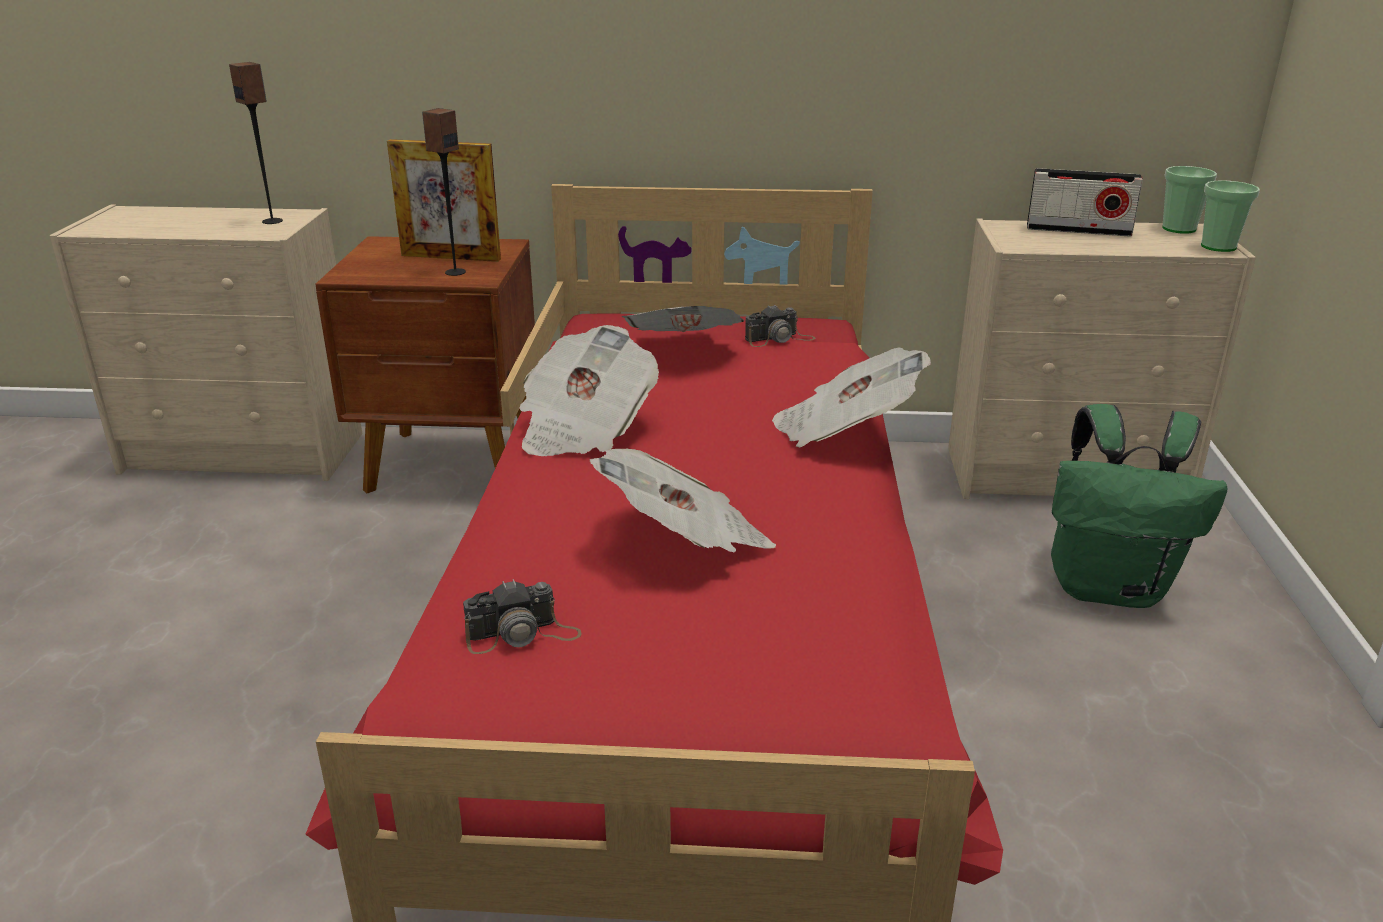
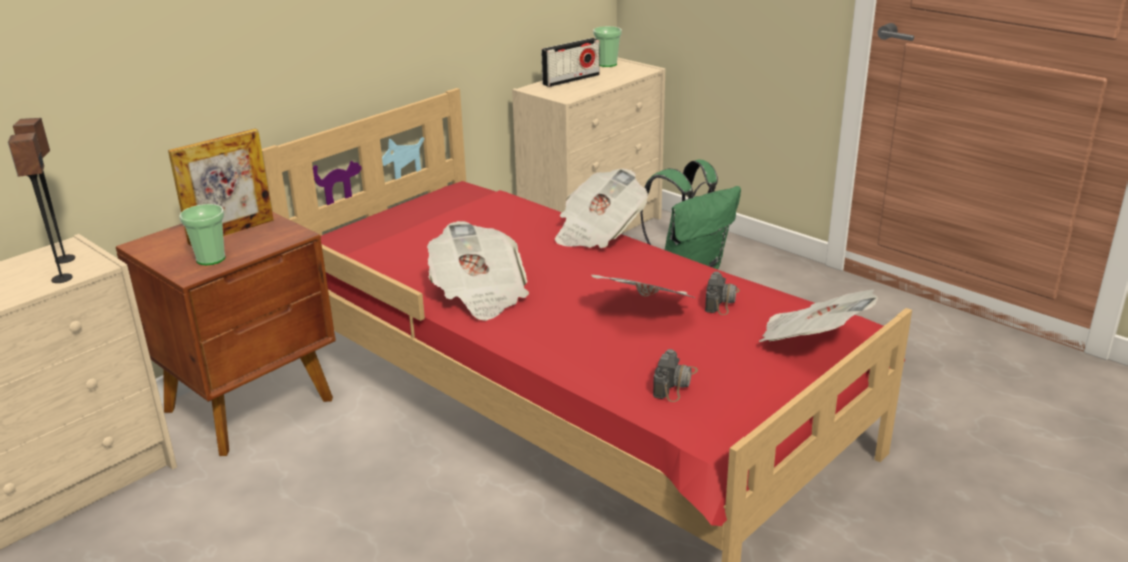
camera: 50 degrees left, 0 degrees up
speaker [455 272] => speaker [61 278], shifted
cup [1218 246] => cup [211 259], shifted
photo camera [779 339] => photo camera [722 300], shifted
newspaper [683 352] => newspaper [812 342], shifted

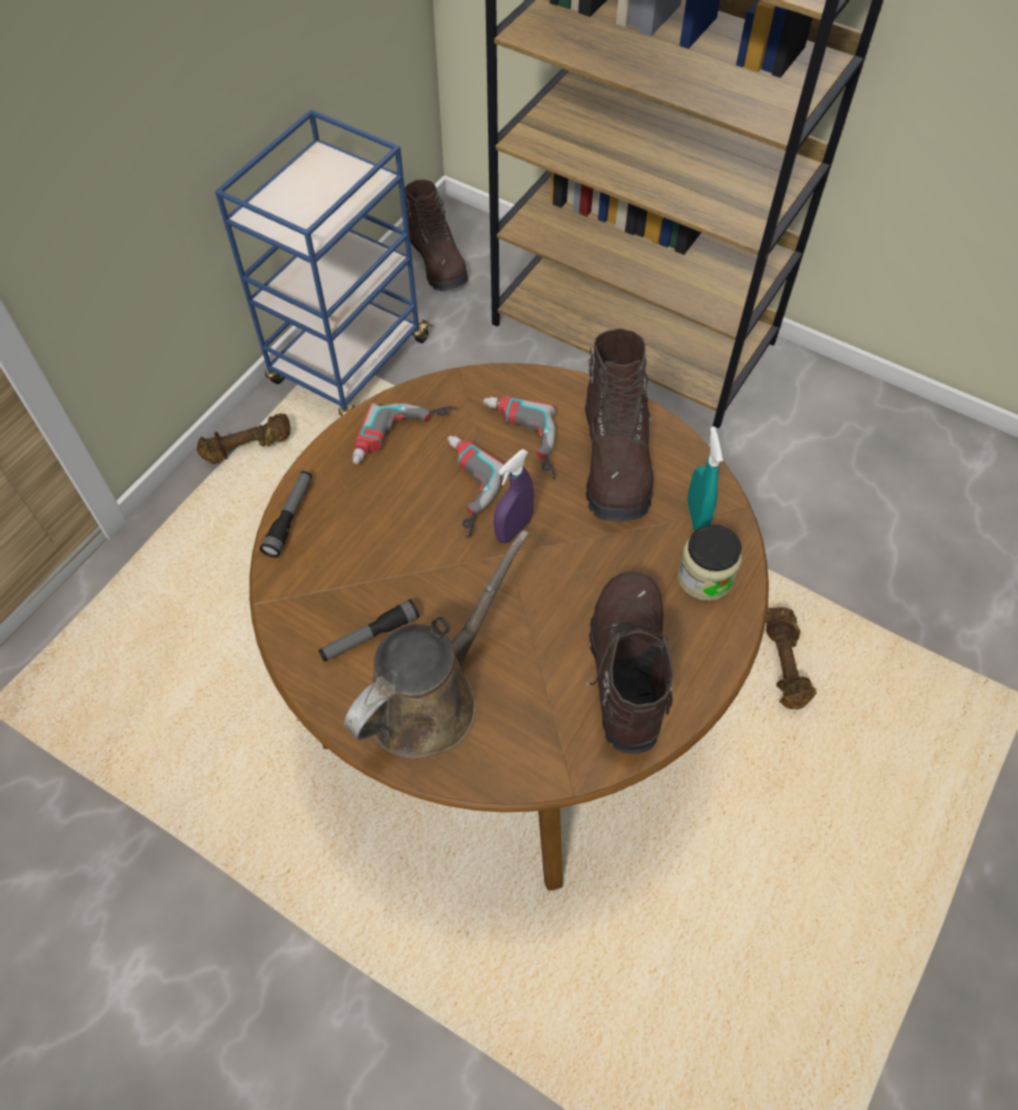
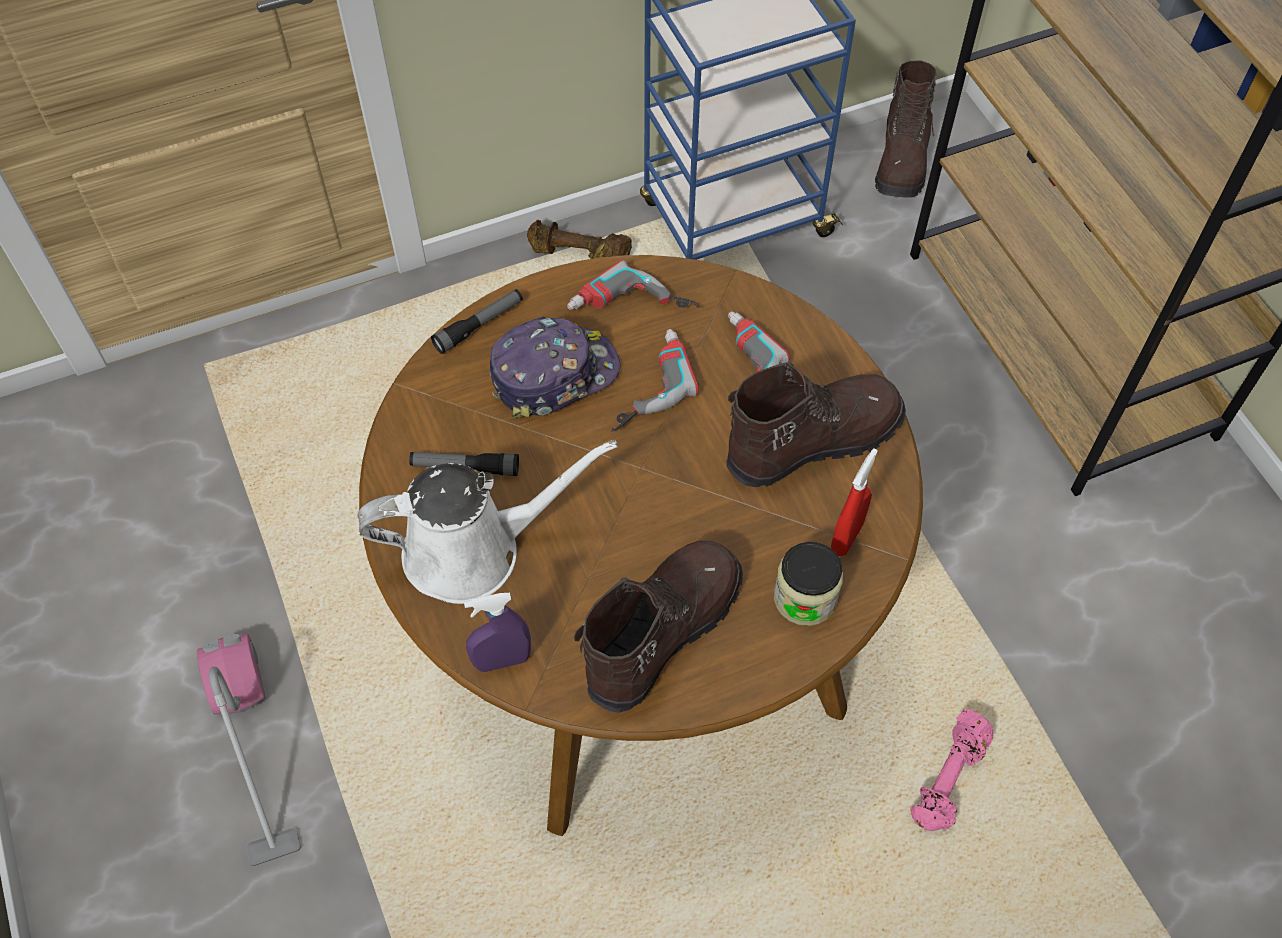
camera: 35 degrees right, 0 degrees up
boot (brown) [616 461] => boot (brown) [811 441], 150 degrees counterclockwise
spray bottle (turquoise) [696 515] => spray bottle (red) [847 537]
spray bottle (purple) [513 529] => spray bottle (purple) [502 661], shifted
watering can (brown) [430 697] => watering can (white) [473 550]
dumbbell (brown) [785 664] => dumbbell (pink) [950 779]
nothing => cap [553 374]
nothing => vacuum cleaner [251 749]

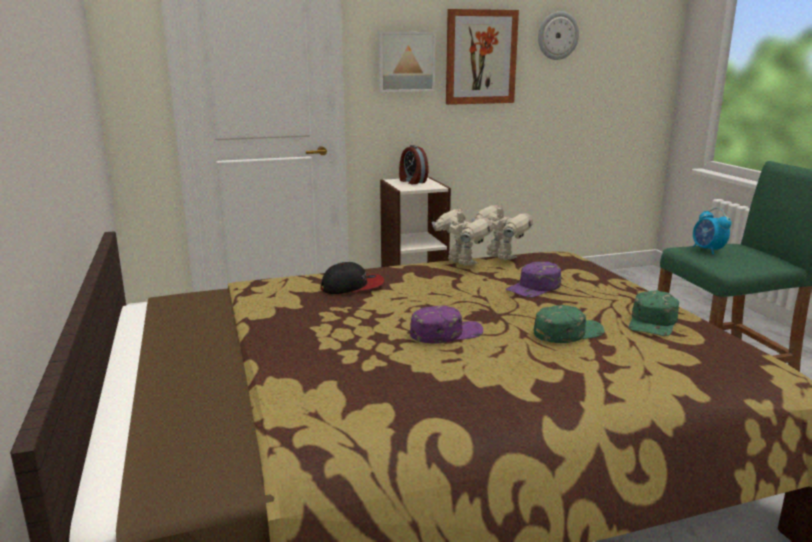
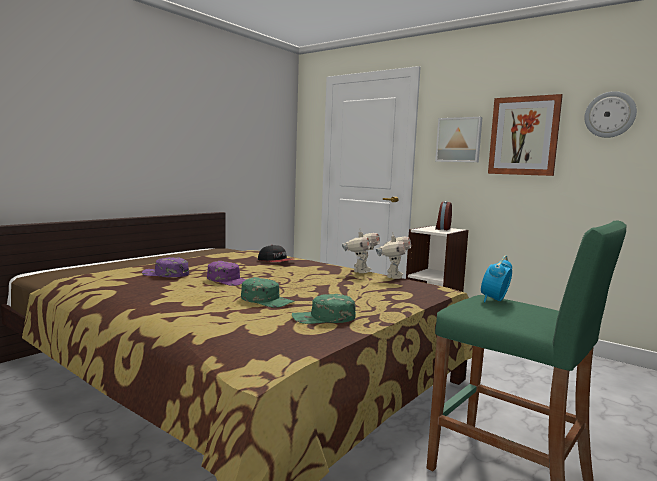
camera: 55 degrees right, 10 degrees down
cap (purple) [534 288] => cap (purple) [165 274], shifted

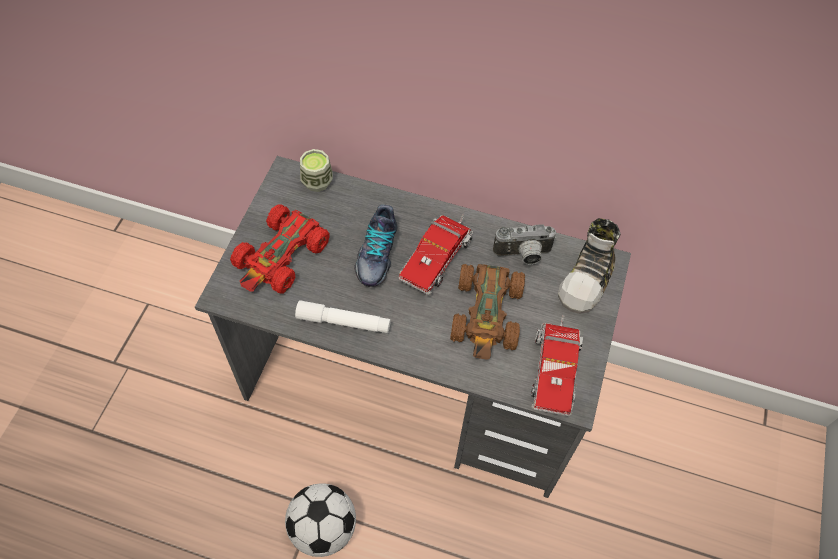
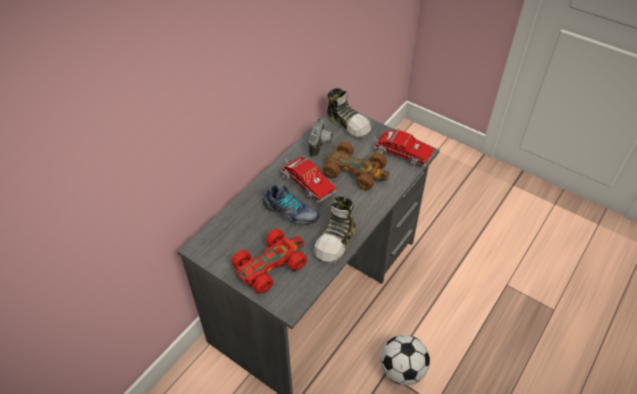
camera: 70 degrees left, 10 degrees down
cup [317 181] => nothing
toy car (red) [281 256] => toy car (red) [270 265], 90 degrees counterclockwise
flashlight (white) [343 322] => shoe [336 241]

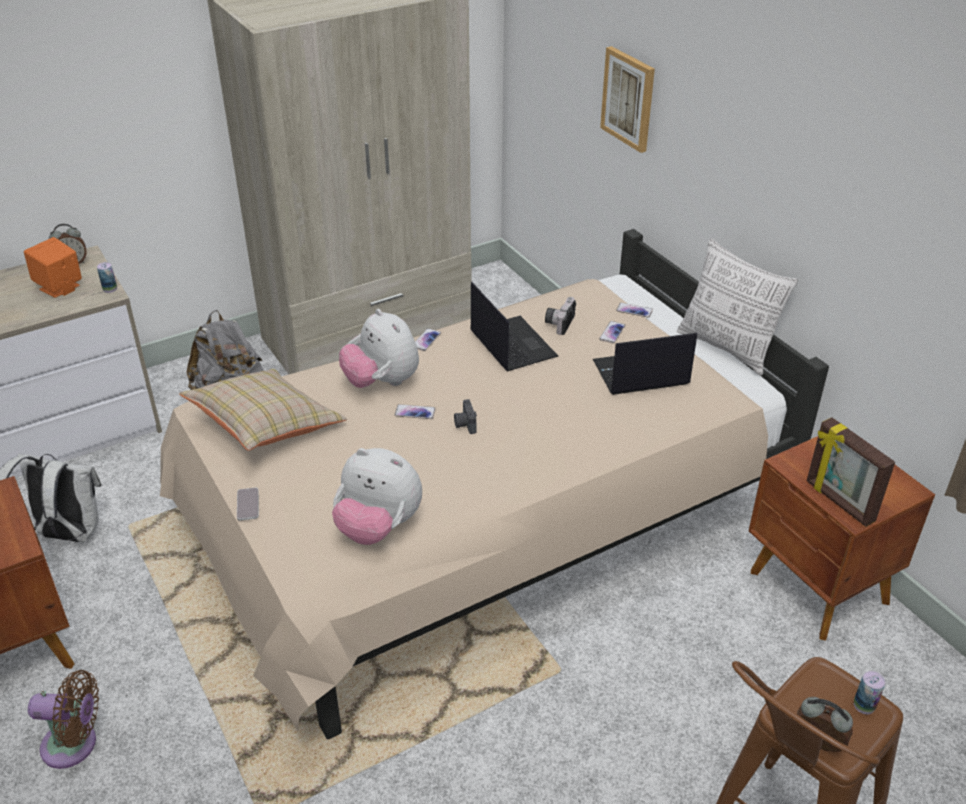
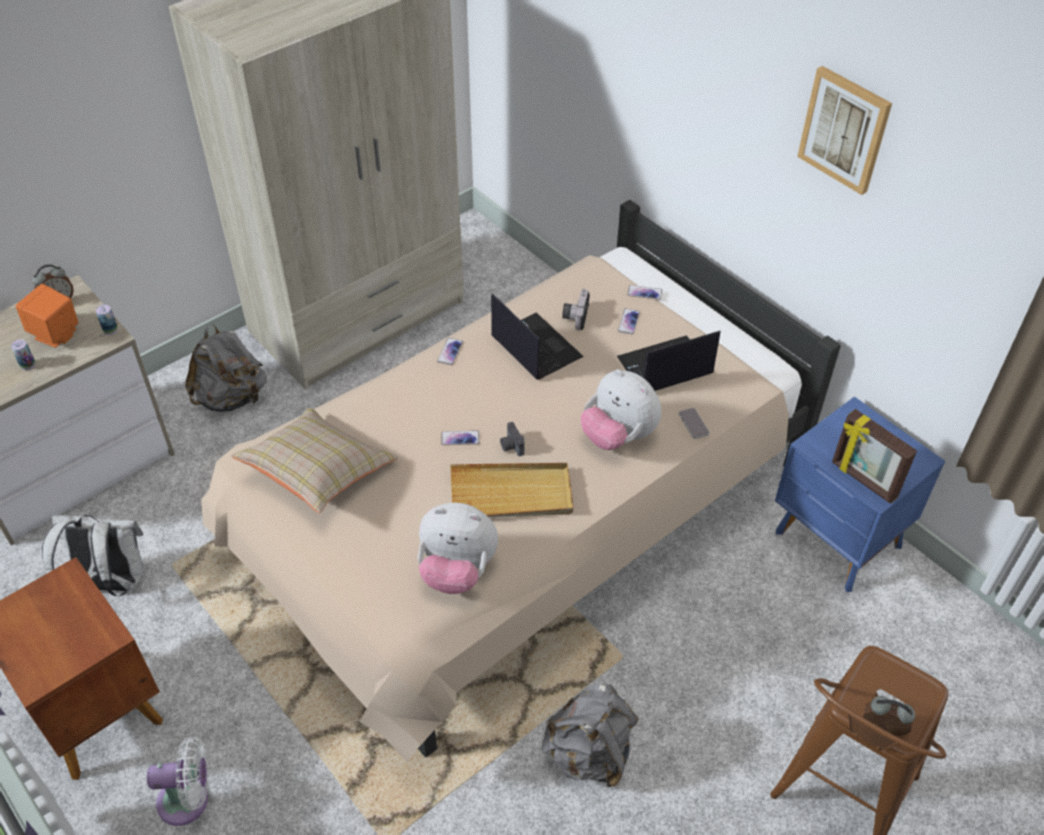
camera: 10 degrees left, 10 degrees up
picture [628 99] => picture [844 129], shifted
pillow [727 348] => nothing
plush toy [382 382] => plush toy [618 436], shifted
nightstand (brown) [818 589] => nightstand (blue) [837 541]
phone [248 504] => phone [693 424], shifted
fan (brown) [75 745] => fan (white) [189 800]
can [864 705] => can [28 365], shifted
nothing => tray (beige) [511 494]
nothing => backpack (grey) [589 753]

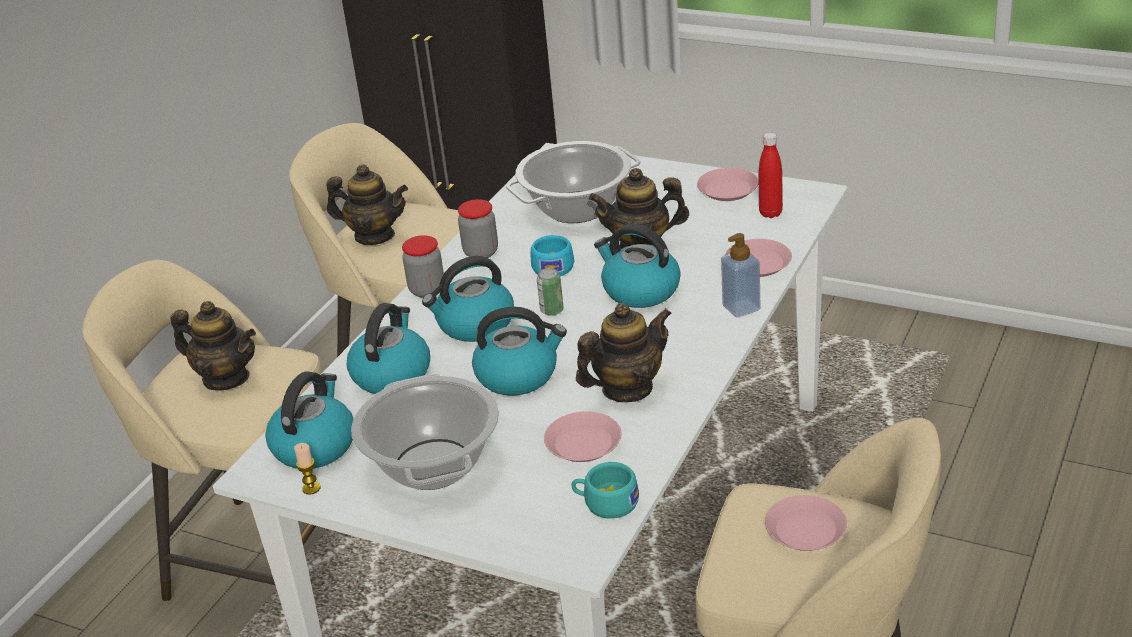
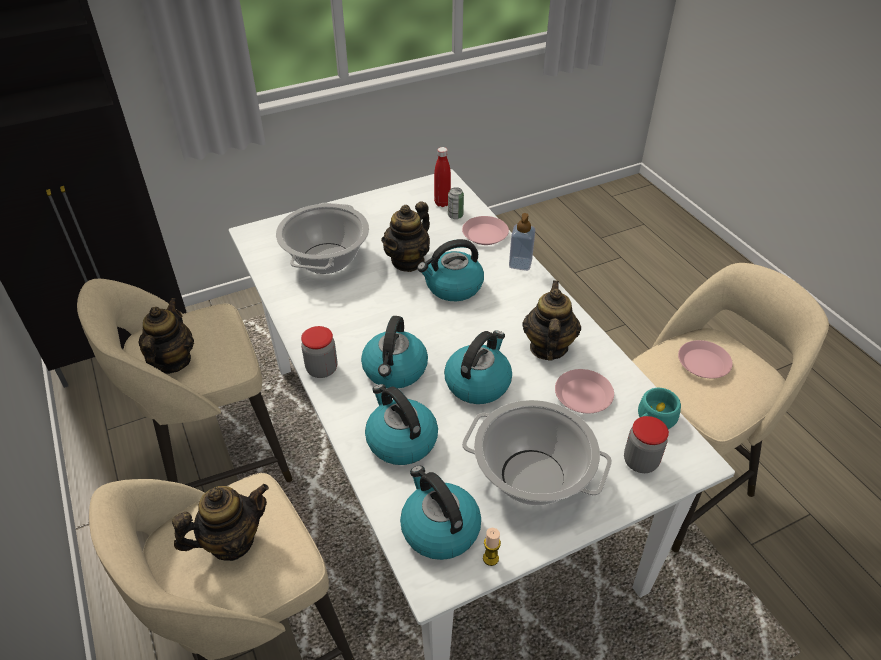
camera: 55 degrees left, 10 degrees up
teapot [374 236] => teapot [172 361], 45 degrees counterclockwise
plate (pink) [727 189] => nothing
jar [481 252] => jar [640 461], shifted
cup (turquoise) [553 265] => nothing
can [552 310] => can [455 215], shifted

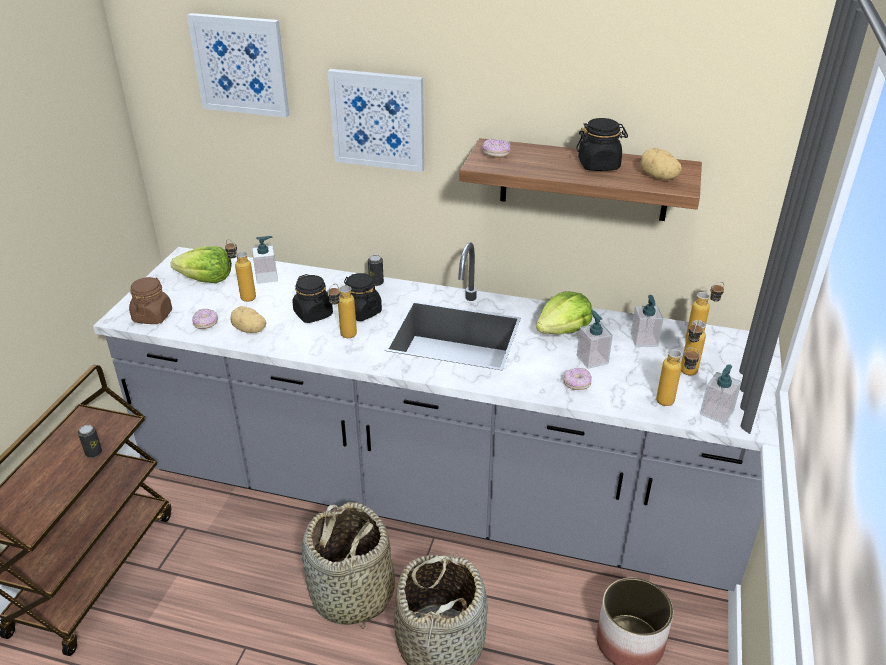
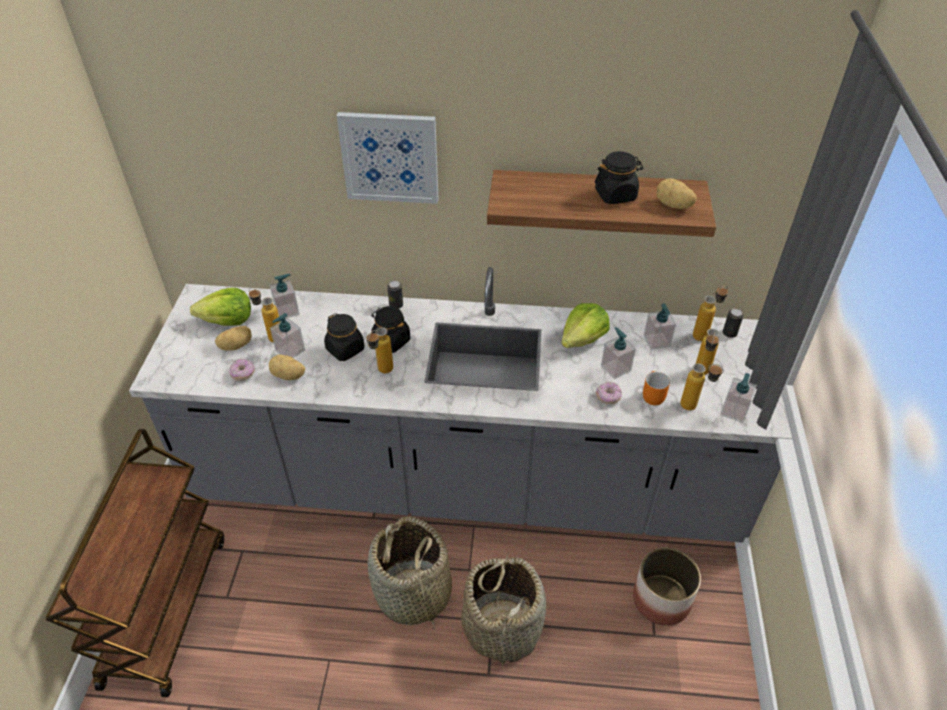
camera: 10 degrees left, 10 degrees up
picture [241 65] => nothing
donut [496 154] => nothing
jar (brown) [153 316] => nothing
can [93 453] => can [729 333], shifted
nothing => soap dispenser [290 350]
nothing => potato [236 345]
nothing => mug (orange) [651 395]

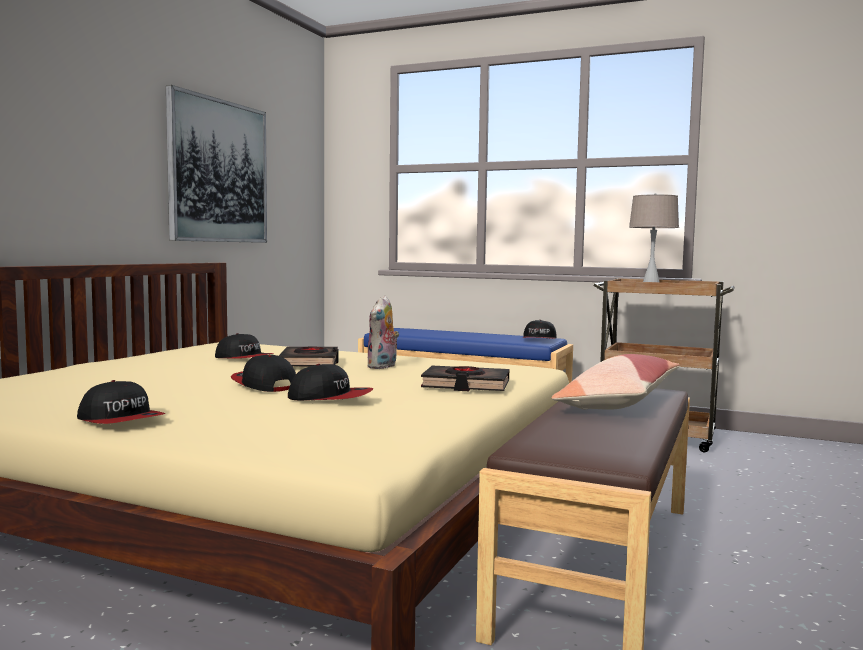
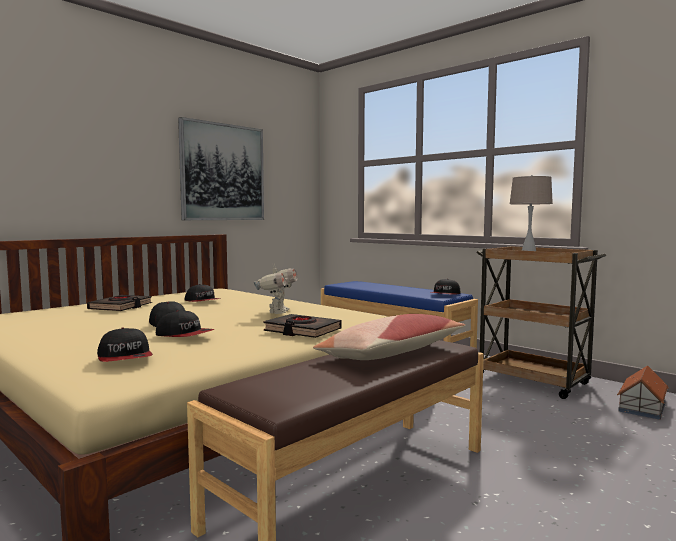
camera: 20 degrees right, 0 degrees up
plush toy [383 366] => toy robot [277 312]
book (black) [310 363] => book (black) [121 307], shifted
cap [121 420] => cap [125 358], shifted
nothing => toy house [642 407]

